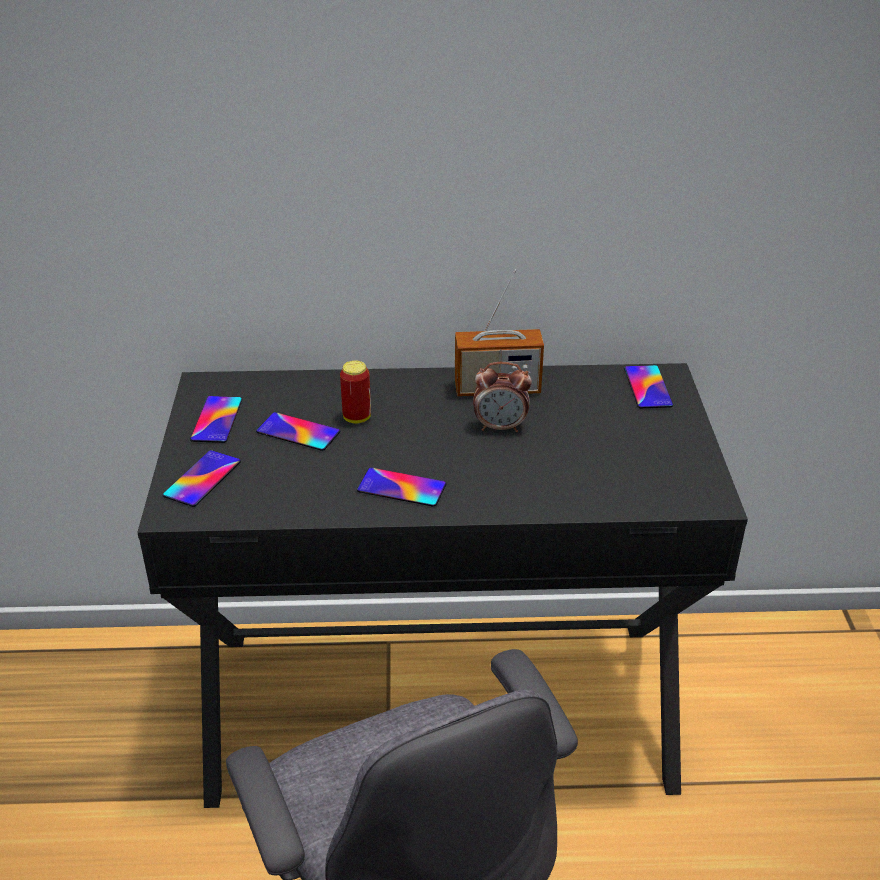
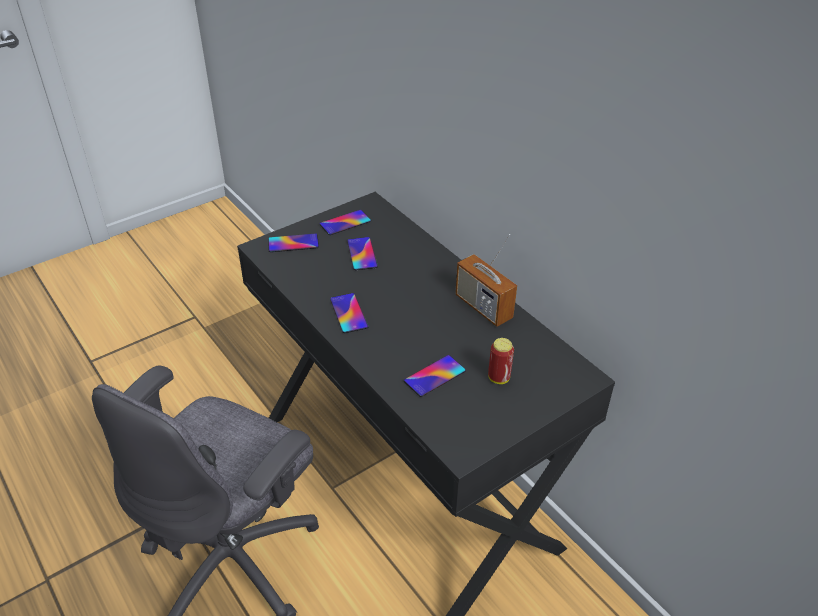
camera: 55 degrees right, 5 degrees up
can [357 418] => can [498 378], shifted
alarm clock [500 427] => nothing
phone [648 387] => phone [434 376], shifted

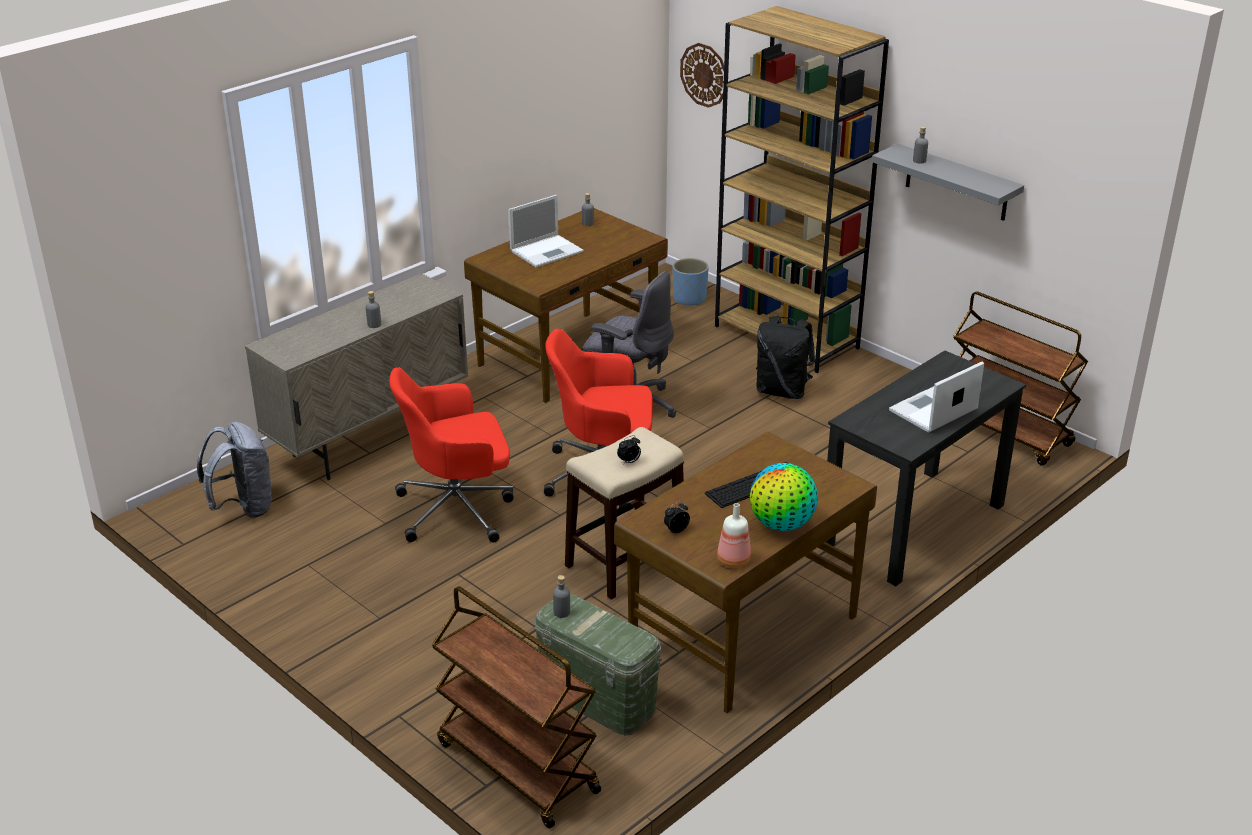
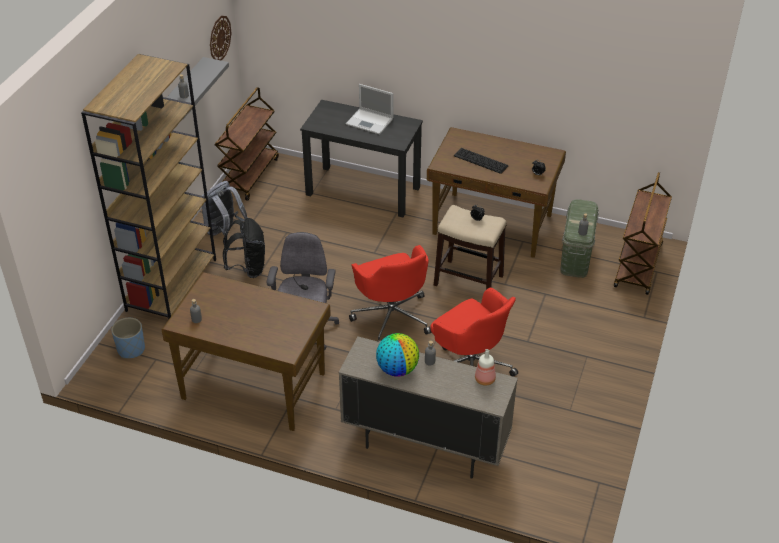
camera: 115 degrees left, 10 degrees up
wall clock [704 75] => wall clock [219 38], shifted
laptop [547 251] => nothing
backpack (grey) [243 507] => backpack (grey) [224 231], shifted
globe [782 524] => globe [397 369], shifted
bottle [733 561] => bottle [485 379], shifted

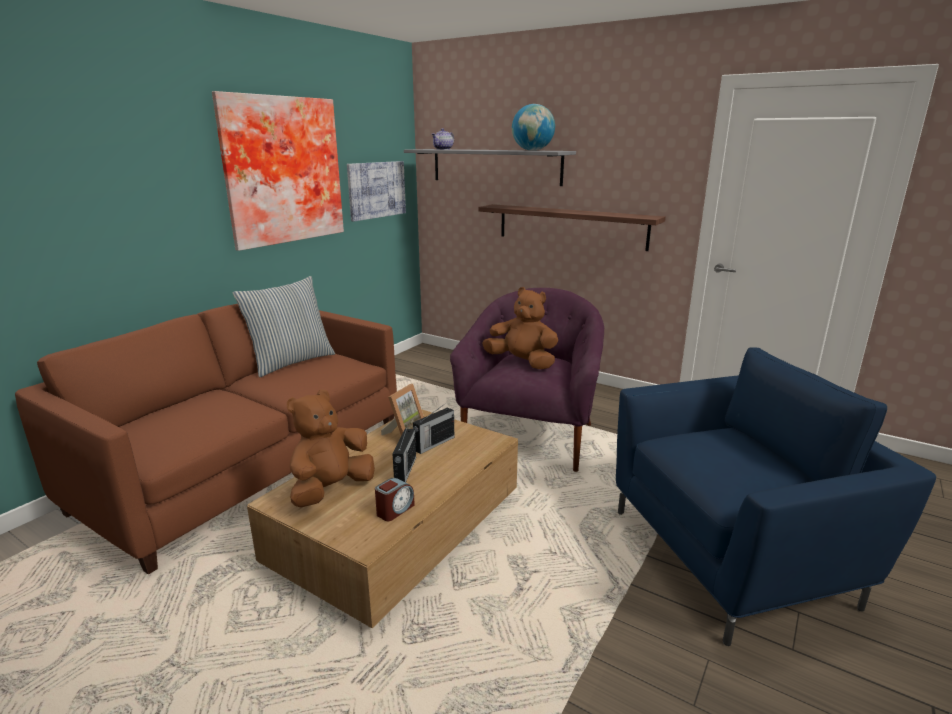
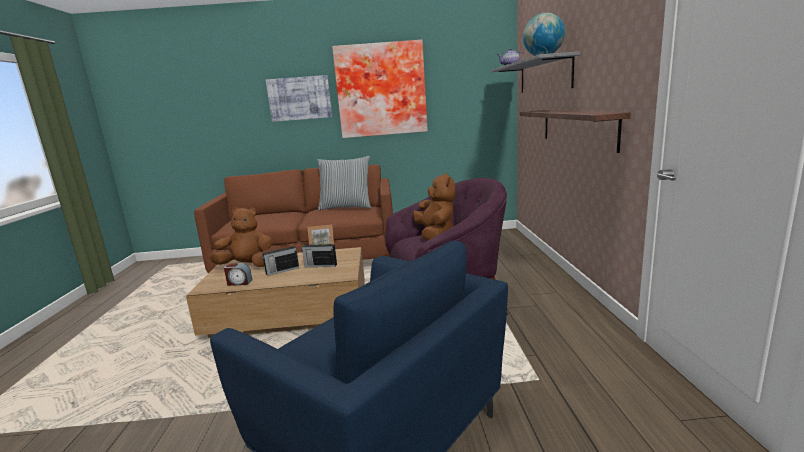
camera: 55 degrees right, 5 degrees down
picture [376 190] => picture [299 98], shifted

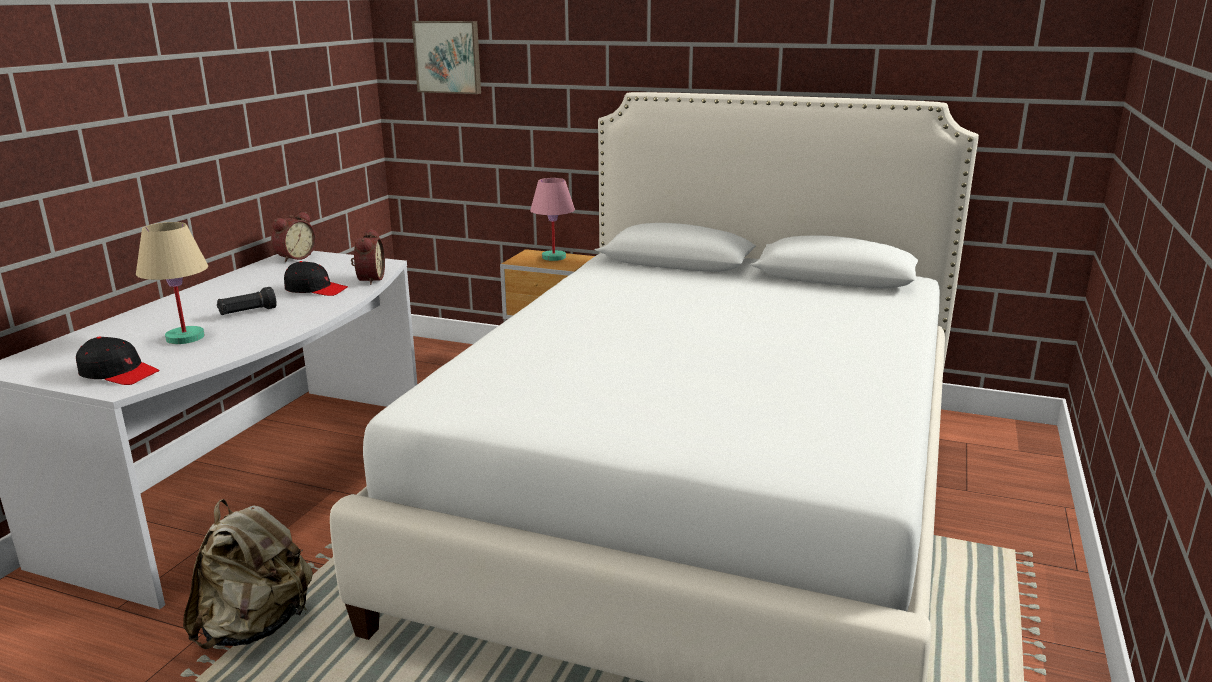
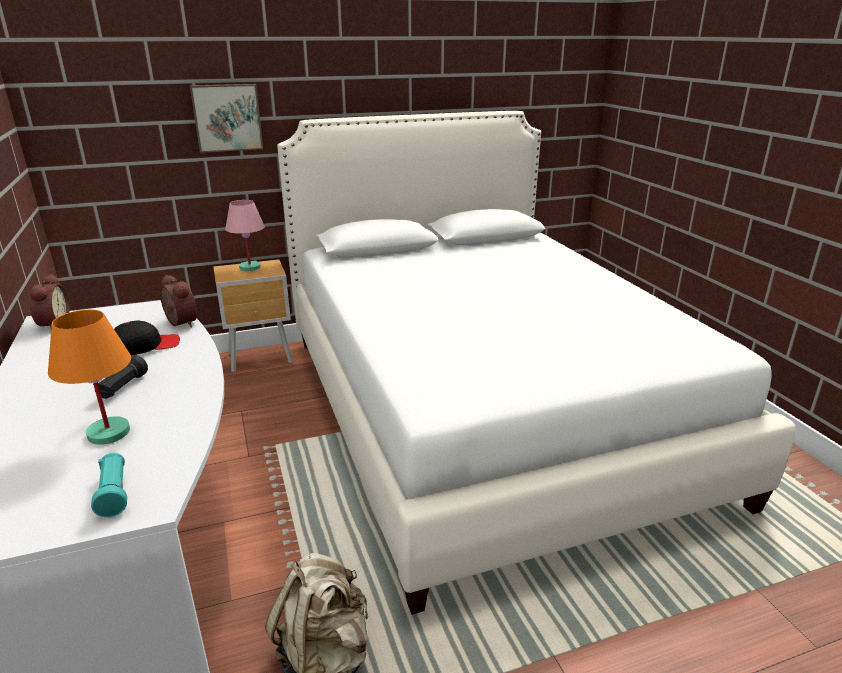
camera: 40 degrees left, 5 degrees up
picture [448 57] => picture [227 117], shifted
table lamp (beige) [185 337] => table lamp (orange) [108 433]
cap (black) [119 373] => flashlight (turquoise) [114 493]

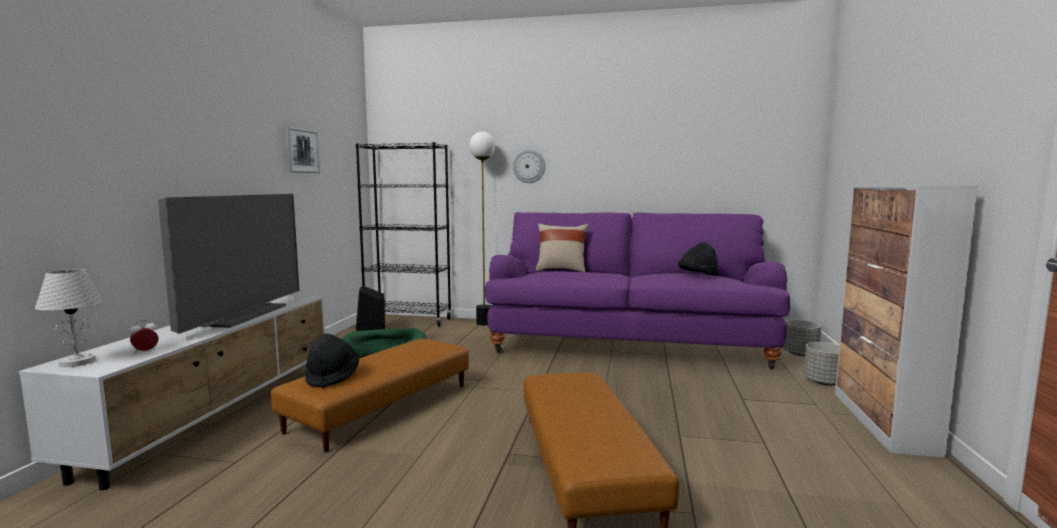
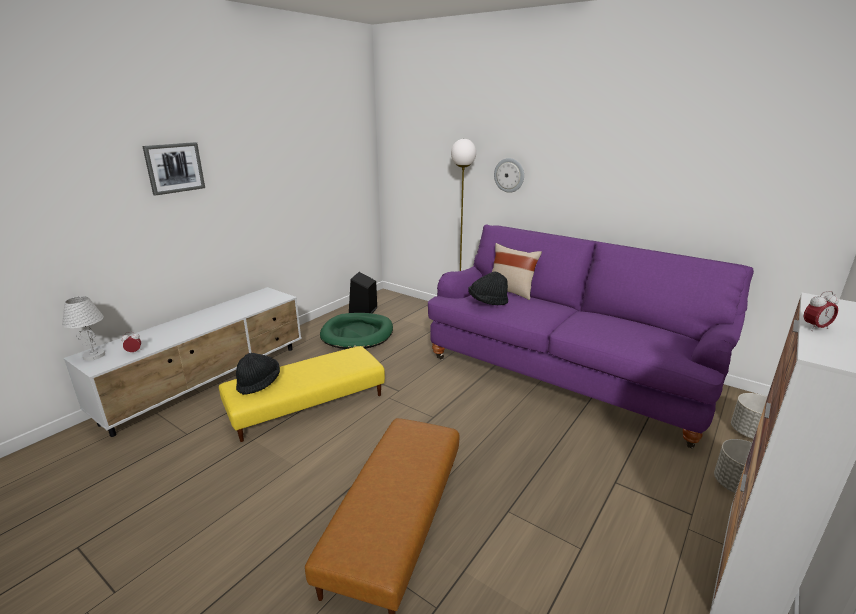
camera: 25 degrees right, 15 degrees up
picture [301 150] => picture [174 168], shifted
bookcase (black) [408 321] => nothing
television [240 314] => nothing
hat (black) [698 276] => hat (black) [487 302], shifted
ottoman (brown) [381 407] => ottoman (yellow) [307 404]
nothing => alarm clock [815 328]

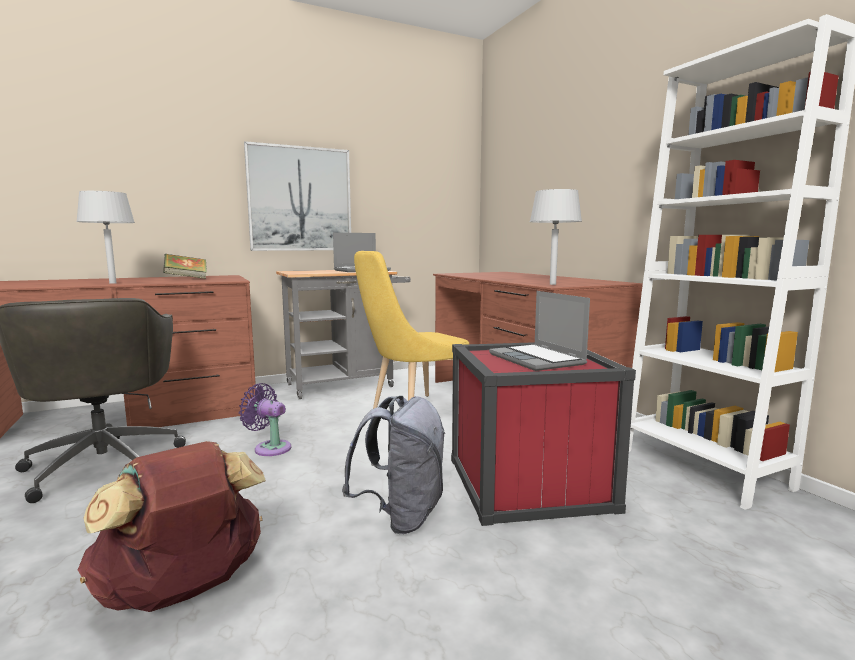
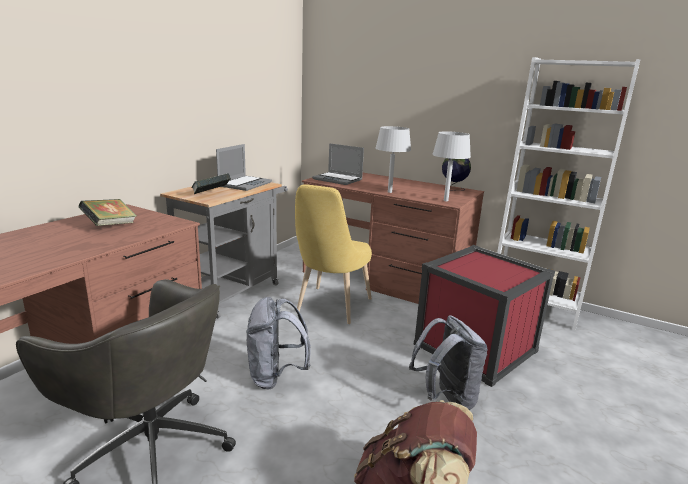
camera: 35 degrees left, 10 degrees up
picture [300 199] => nothing
table lamp (grey) [112 283] => table lamp (grey) [389 192], shifted
laptop [538 359] => laptop [338 179], shifted
fan (purple) [269 448] => backpack (grey) [275 376]
nothing => globe [453 189]
nothing => book [211 194]

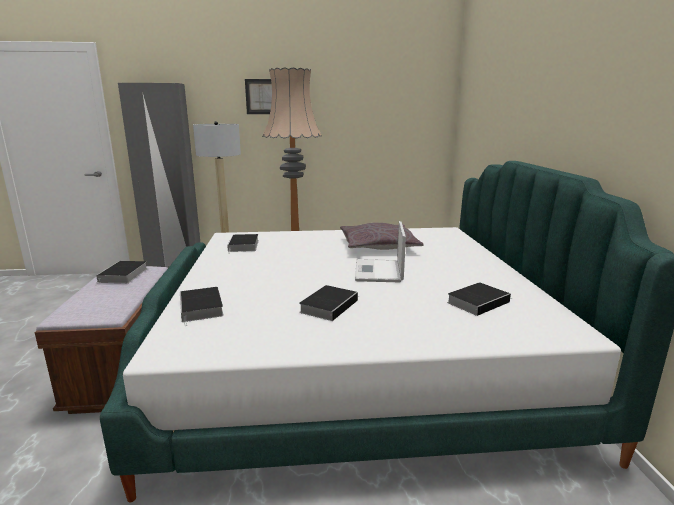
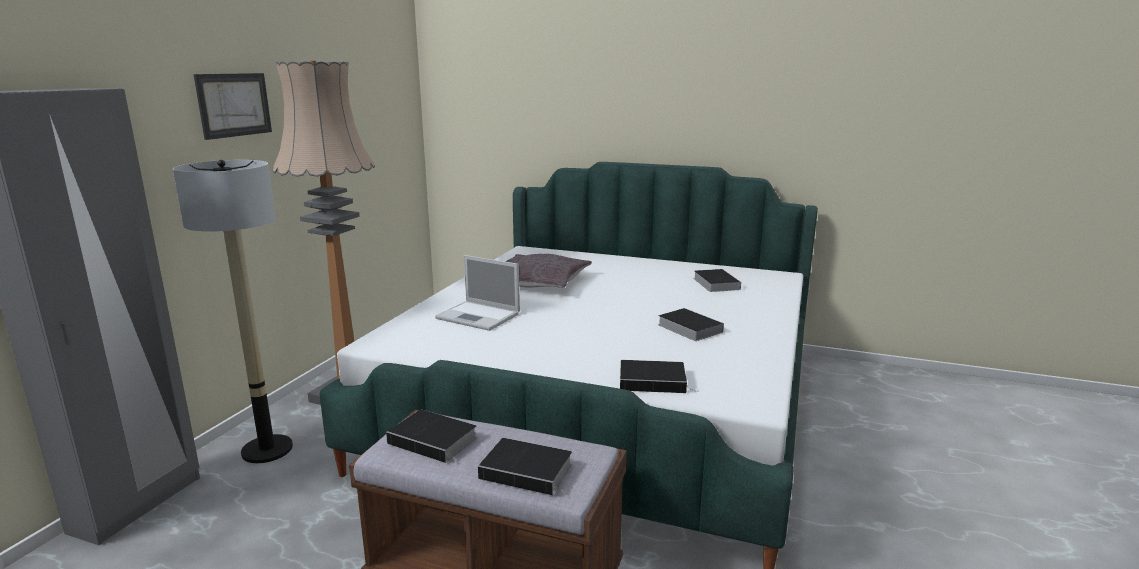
camera: 65 degrees left, 0 degrees up
laptop [379 272] => laptop [479 316], shifted
book [244 246] => book [529 471], shifted

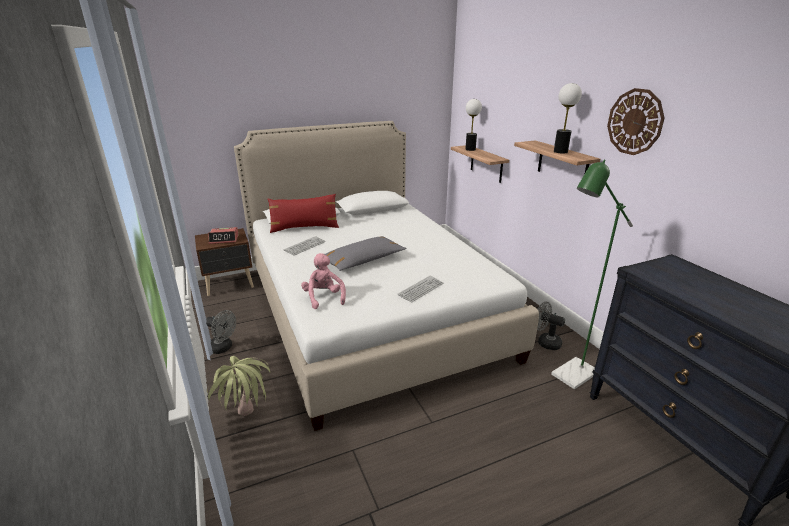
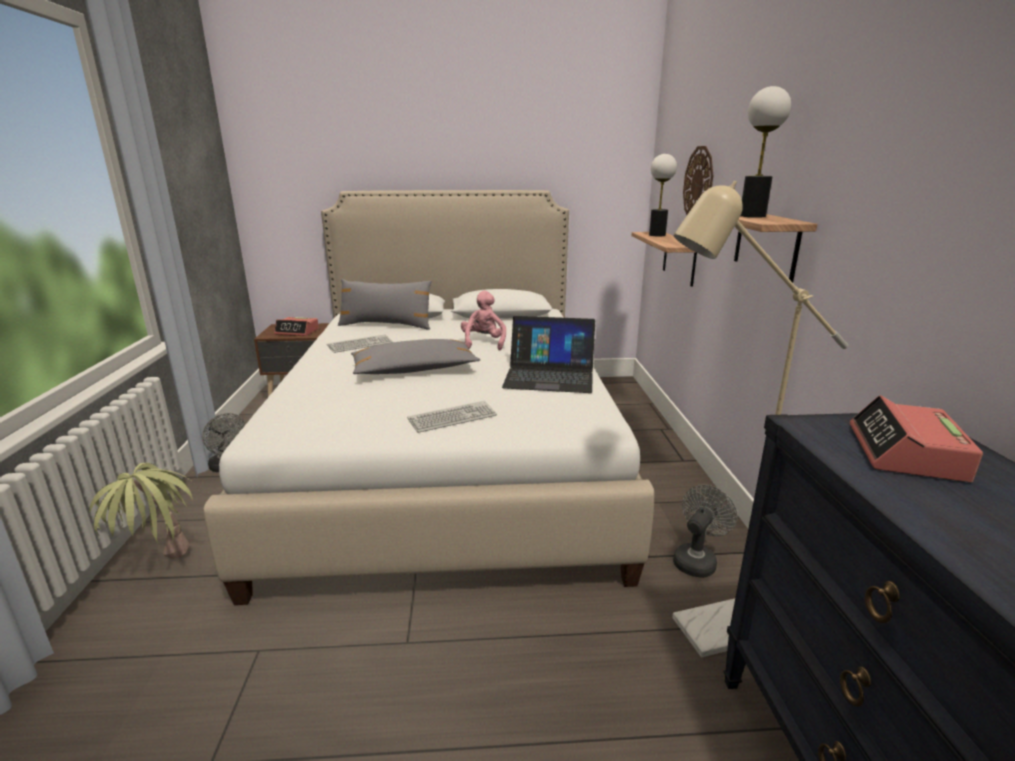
camera: 20 degrees right, 5 degrees down
wall clock [635 122] => wall clock [698 184], shifted
floor lamp (green) [570 377] => floor lamp (beige) [706 632]
pillow (red) [304 228] => pillow (grey) [386 325]
plush toy (pink) [324 298] => plush toy (pink) [483 343], shifted
fan (grey) [545 342] => fan (grey) [697 560], 75 degrees clockwise
nothing => laptop [549 376]
nothing => alarm clock [906 453]

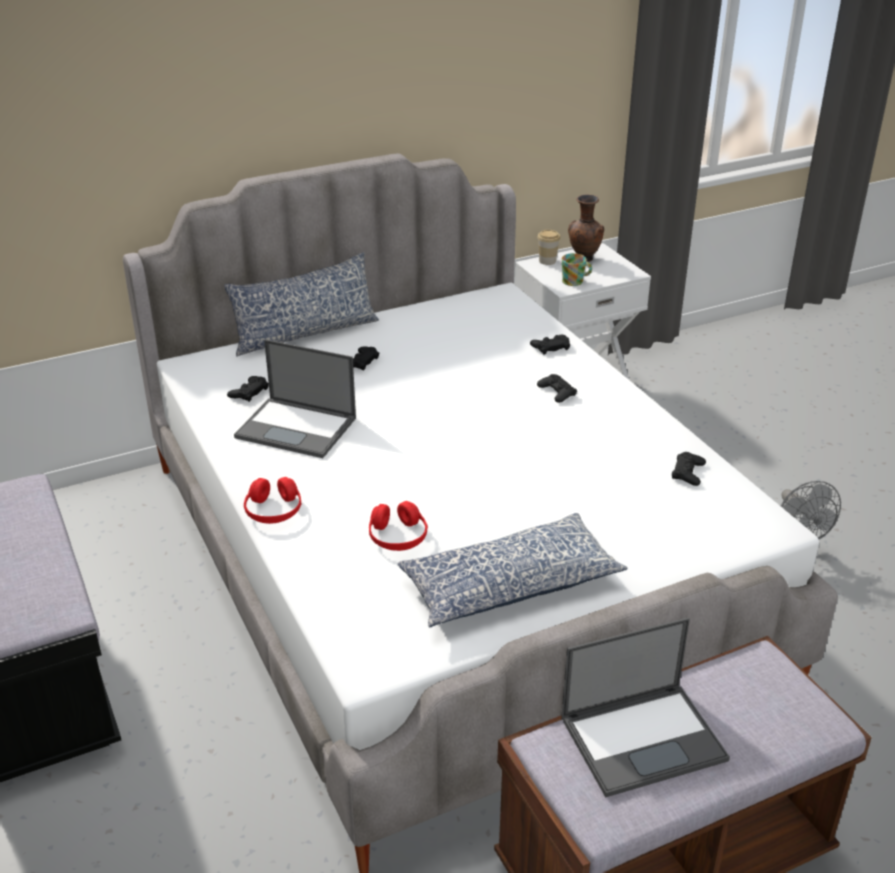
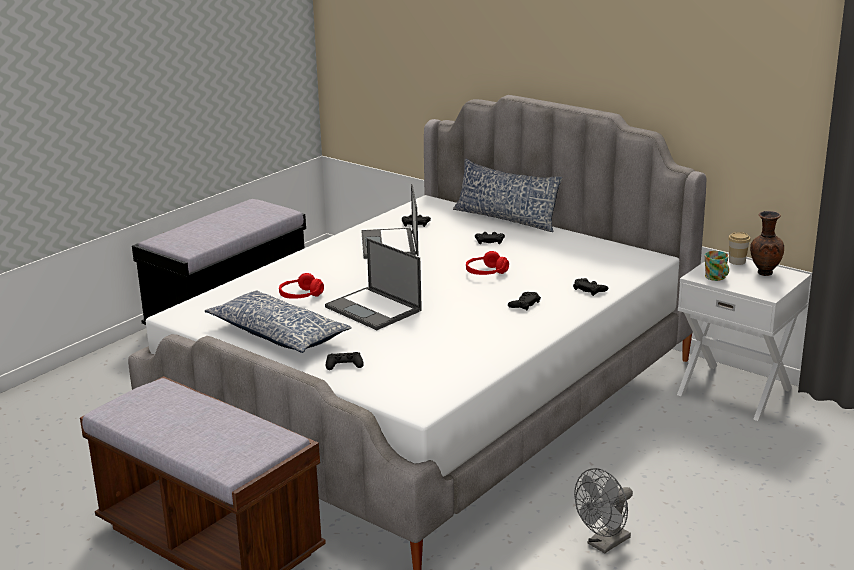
camera: 65 degrees right, 10 degrees down
game controller (black) [688 473] => game controller (black) [344 365], shifted
headphones (red) [273 511] => headphones (red) [486 272], shifted
laptop [644 738] => laptop [374 309], shifted

